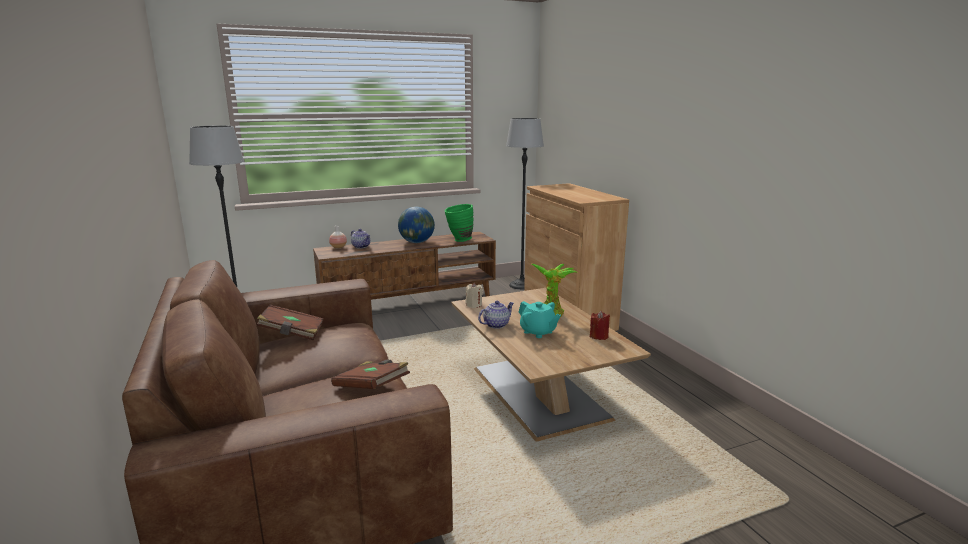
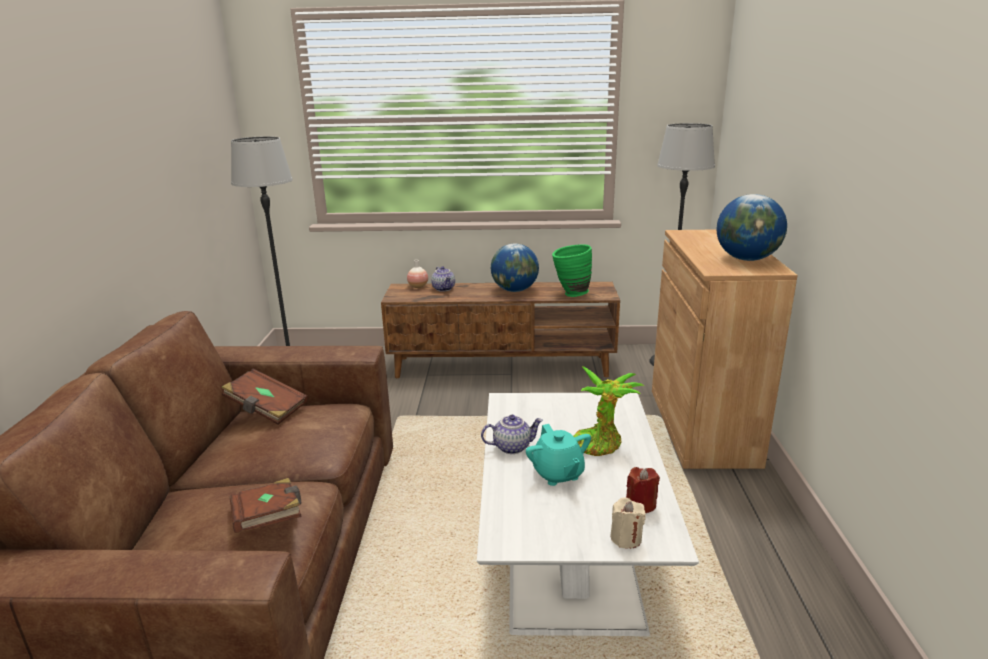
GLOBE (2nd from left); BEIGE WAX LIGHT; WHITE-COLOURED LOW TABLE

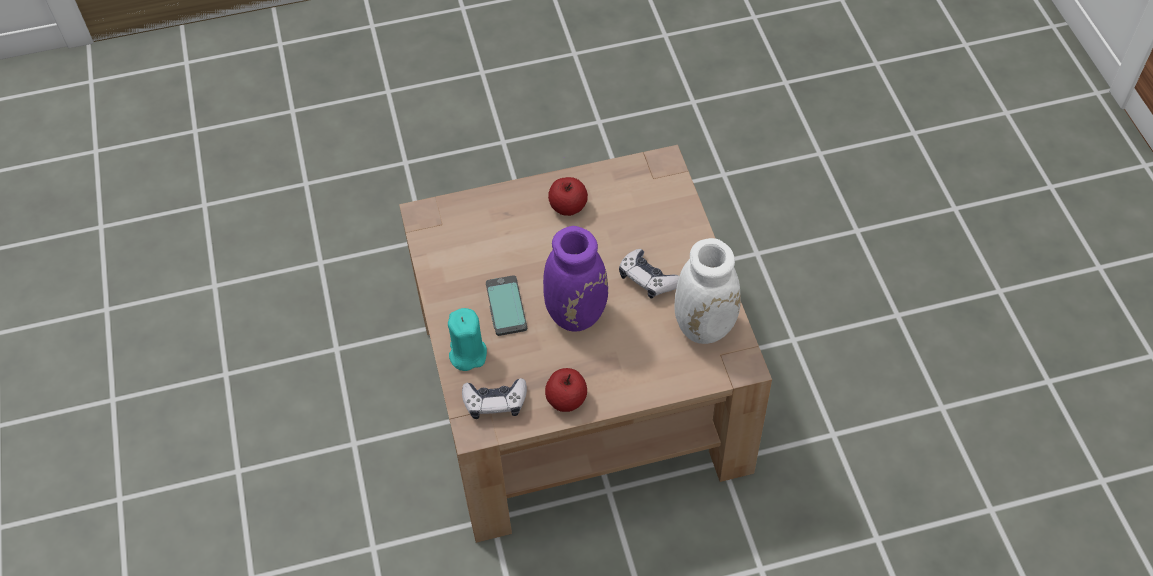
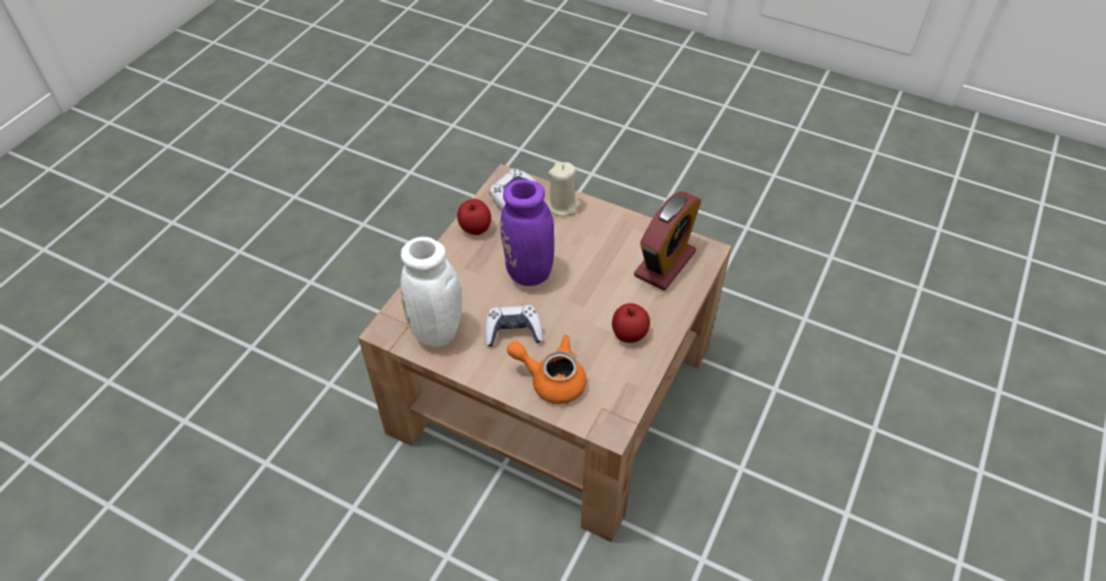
PHONE; ORANGE TEA POT; TABLE CLOCK; BEIGE WAX LIGHT

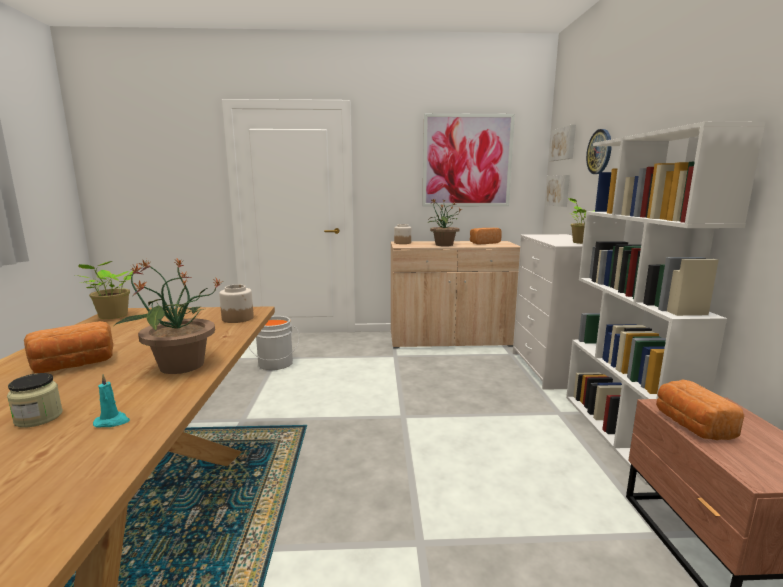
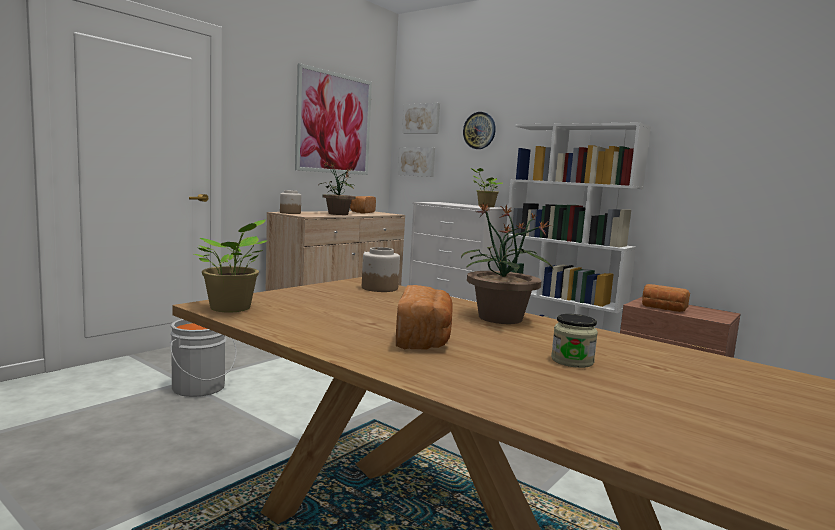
BLUE-GREEN WAX LIGHT

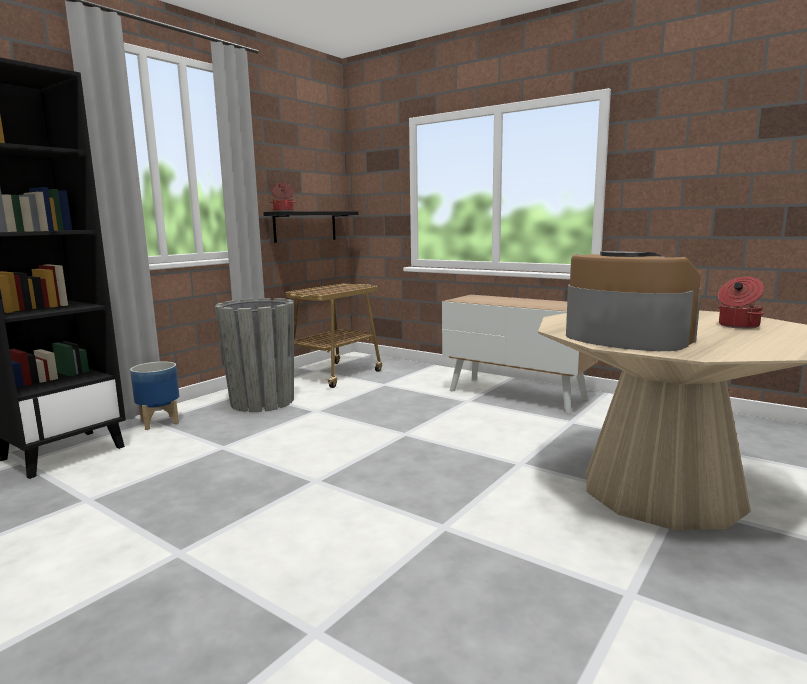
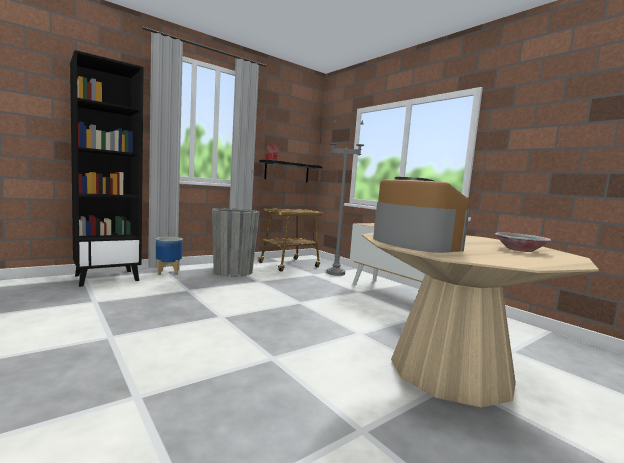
GRAY STANDING LAMP; SERVING BOWL

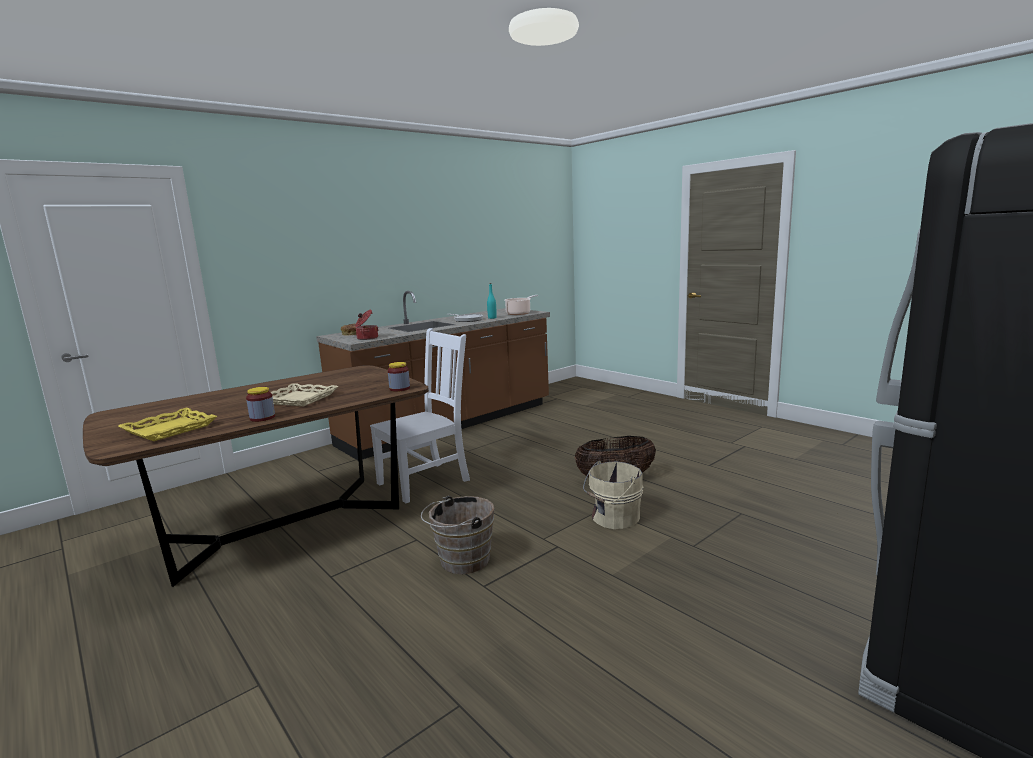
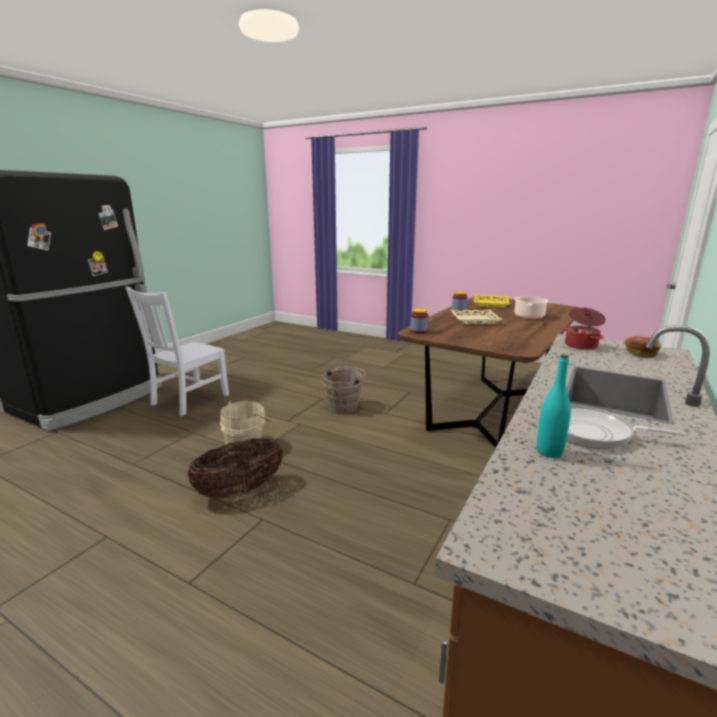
WHITE-COLOURED PLAIN CHAIR; COOKING POT (1st from left)

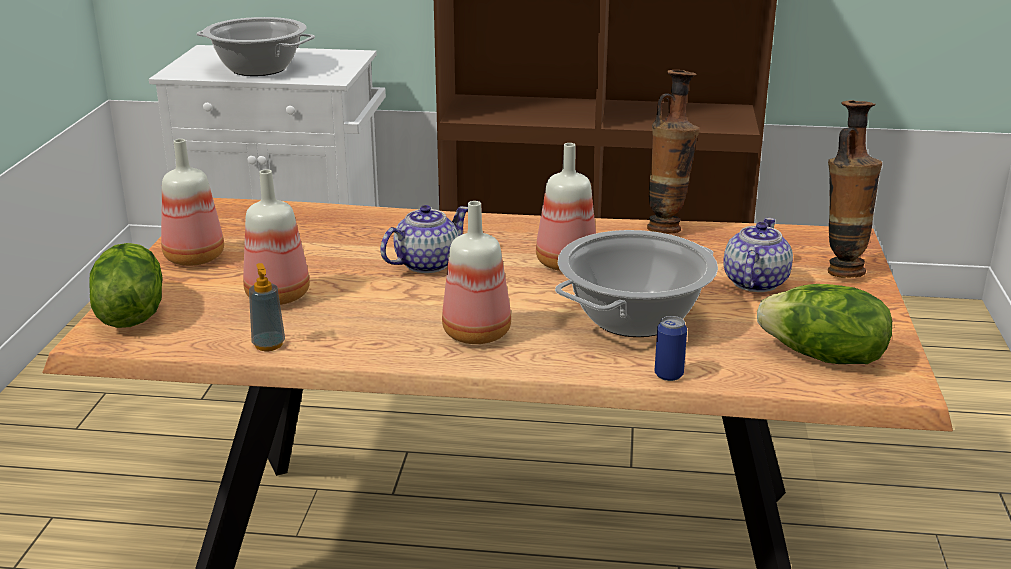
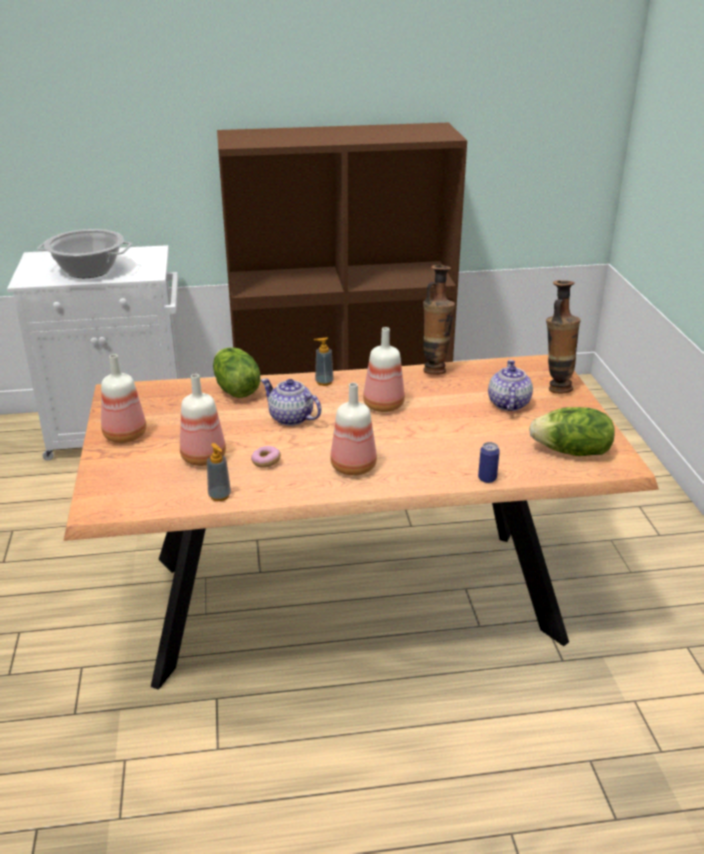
COOKING POT (2nd from left in the first image); DONUT; SOAP BOTTLE (2nd from left); HEAD OF LETTUCE (1st from left); TEA POT (1st from left)

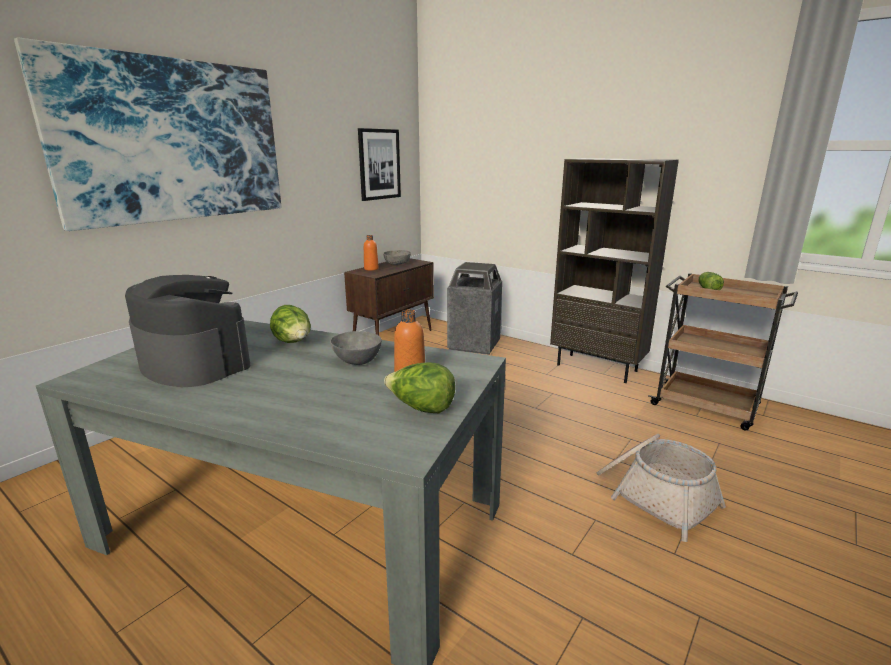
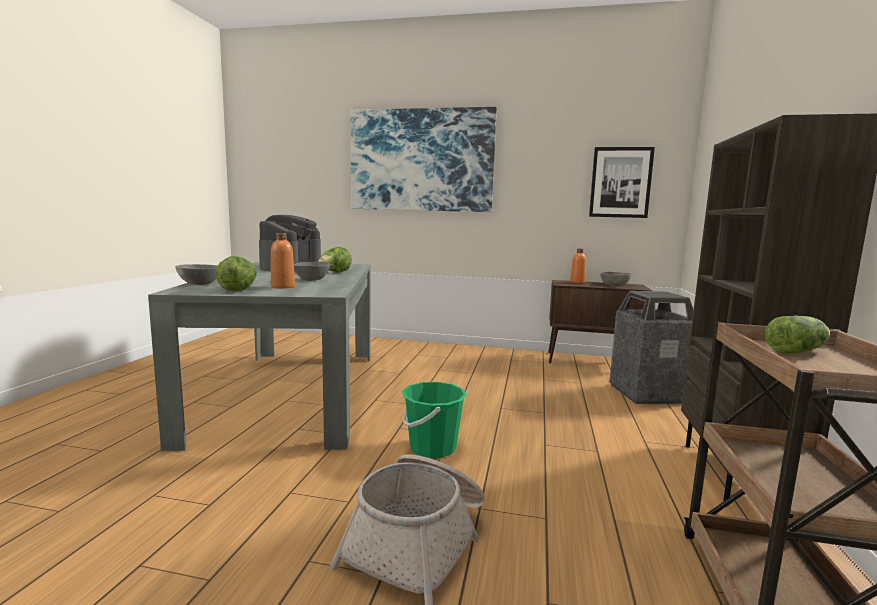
GRAY SERVING BOWL (1st from left); GREEN-COLOURED BUCKET

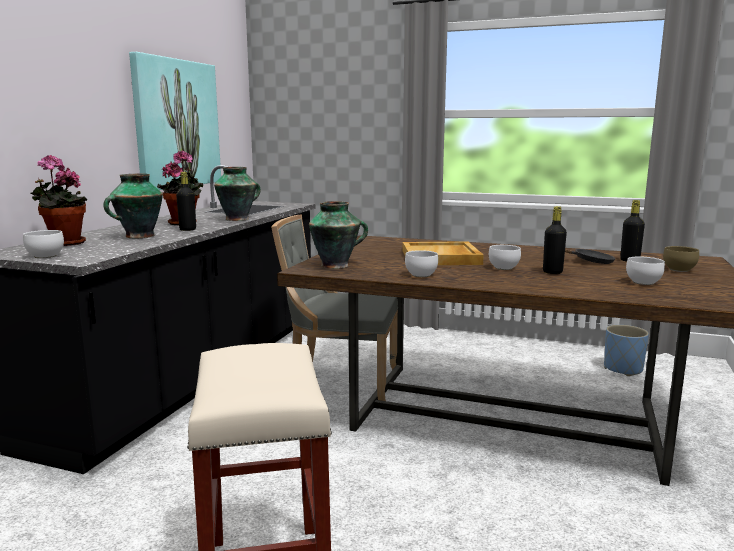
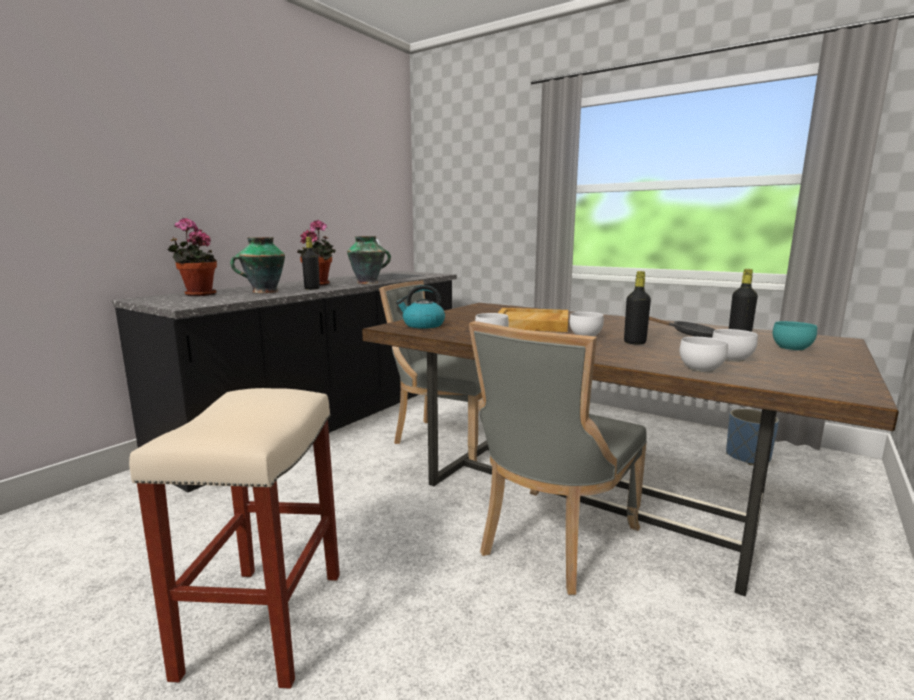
PICTURE; GRAY PLAIN CHAIR (2nd from left); WHITE-COLOURED SERVING BOWL (3rd from left); KETTLE; BLUE-GREEN SERVING BOWL

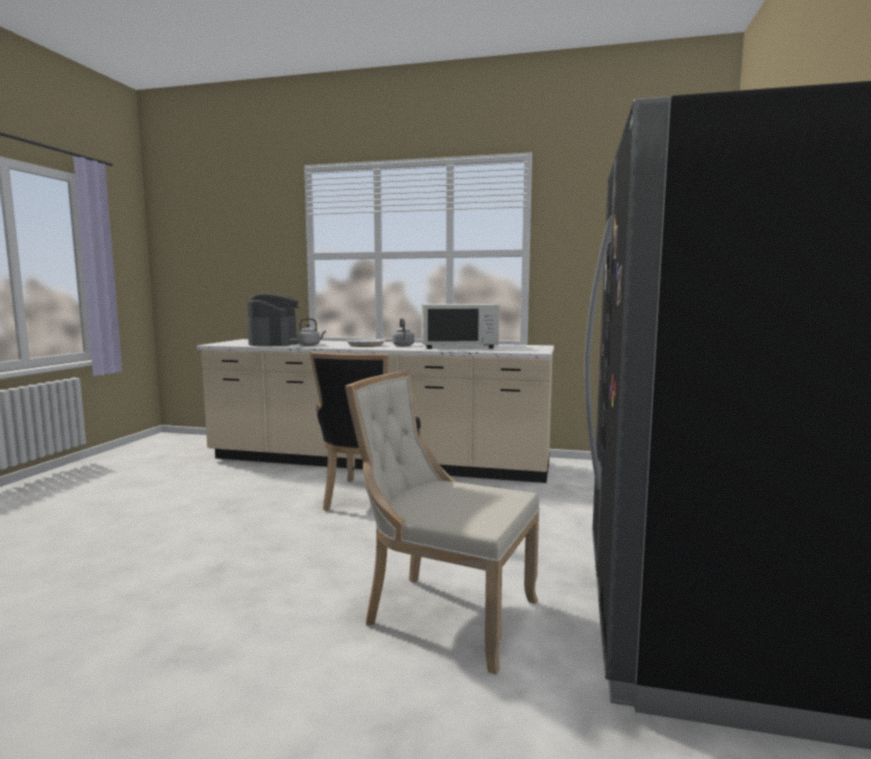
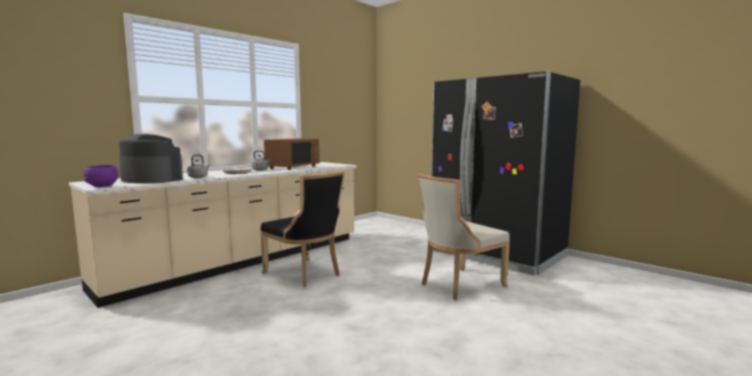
PURPLISH SERVING BOWL; BROWNISH MICROWAVE

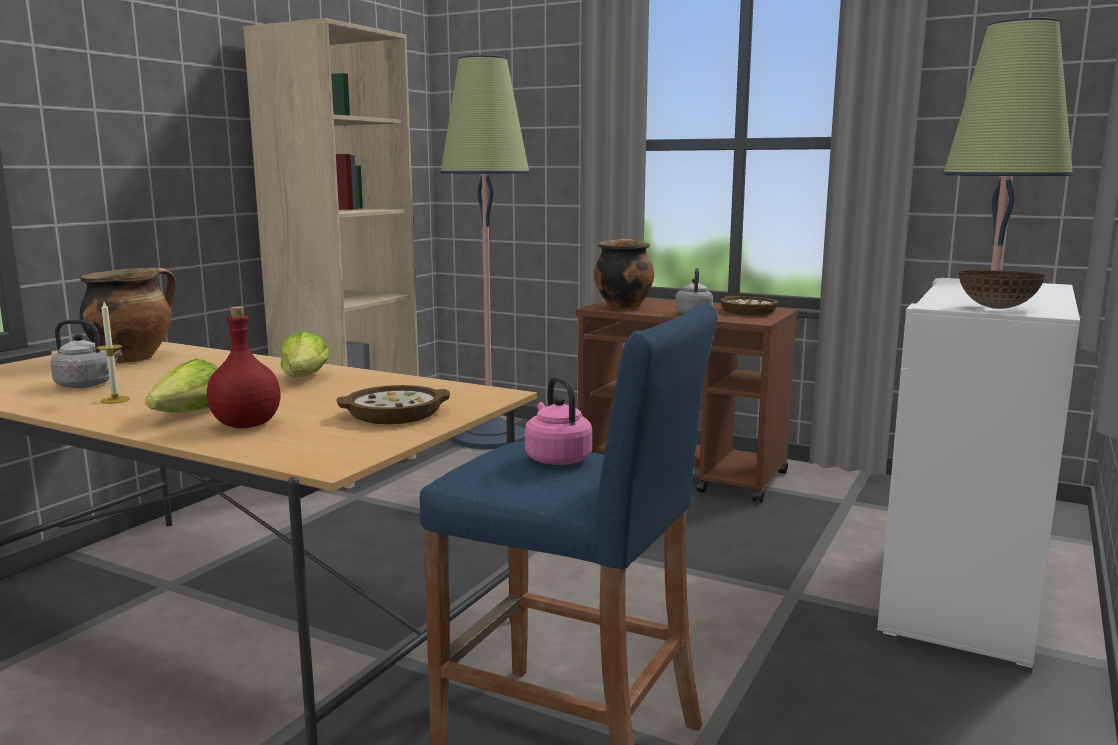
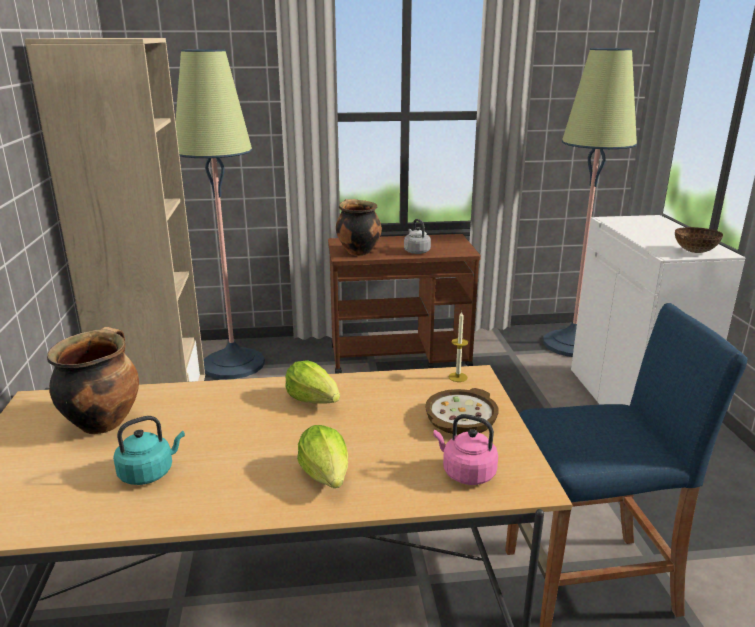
RED DRINK BOTTLE; SERVING BOWL (2nd from left in the first image); WAX LIGHT; PINKISH KETTLE; BLUE-GREEN KETTLE

